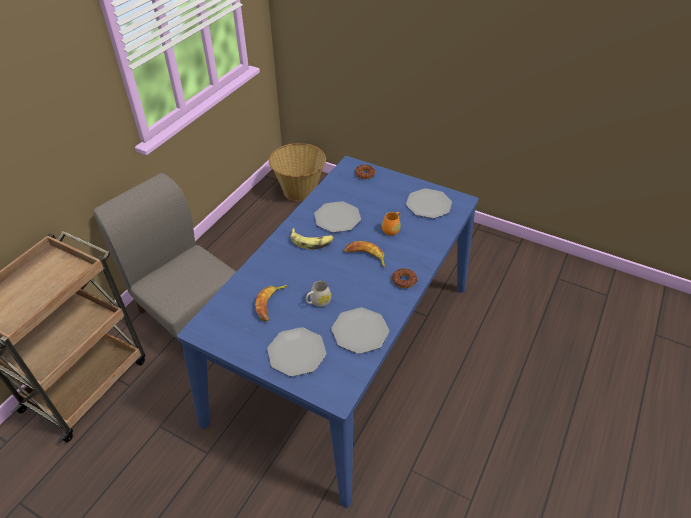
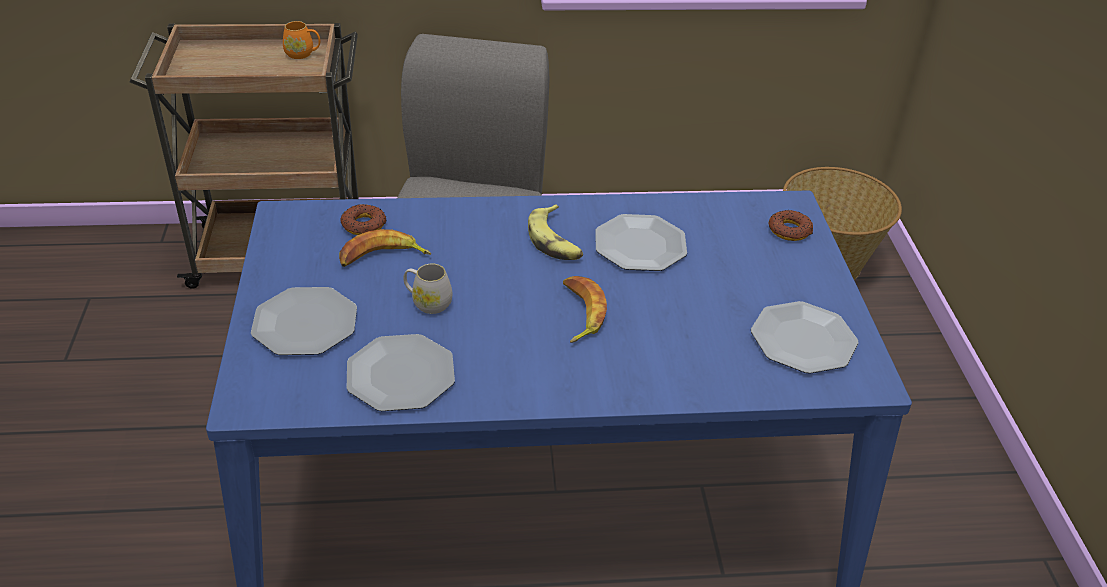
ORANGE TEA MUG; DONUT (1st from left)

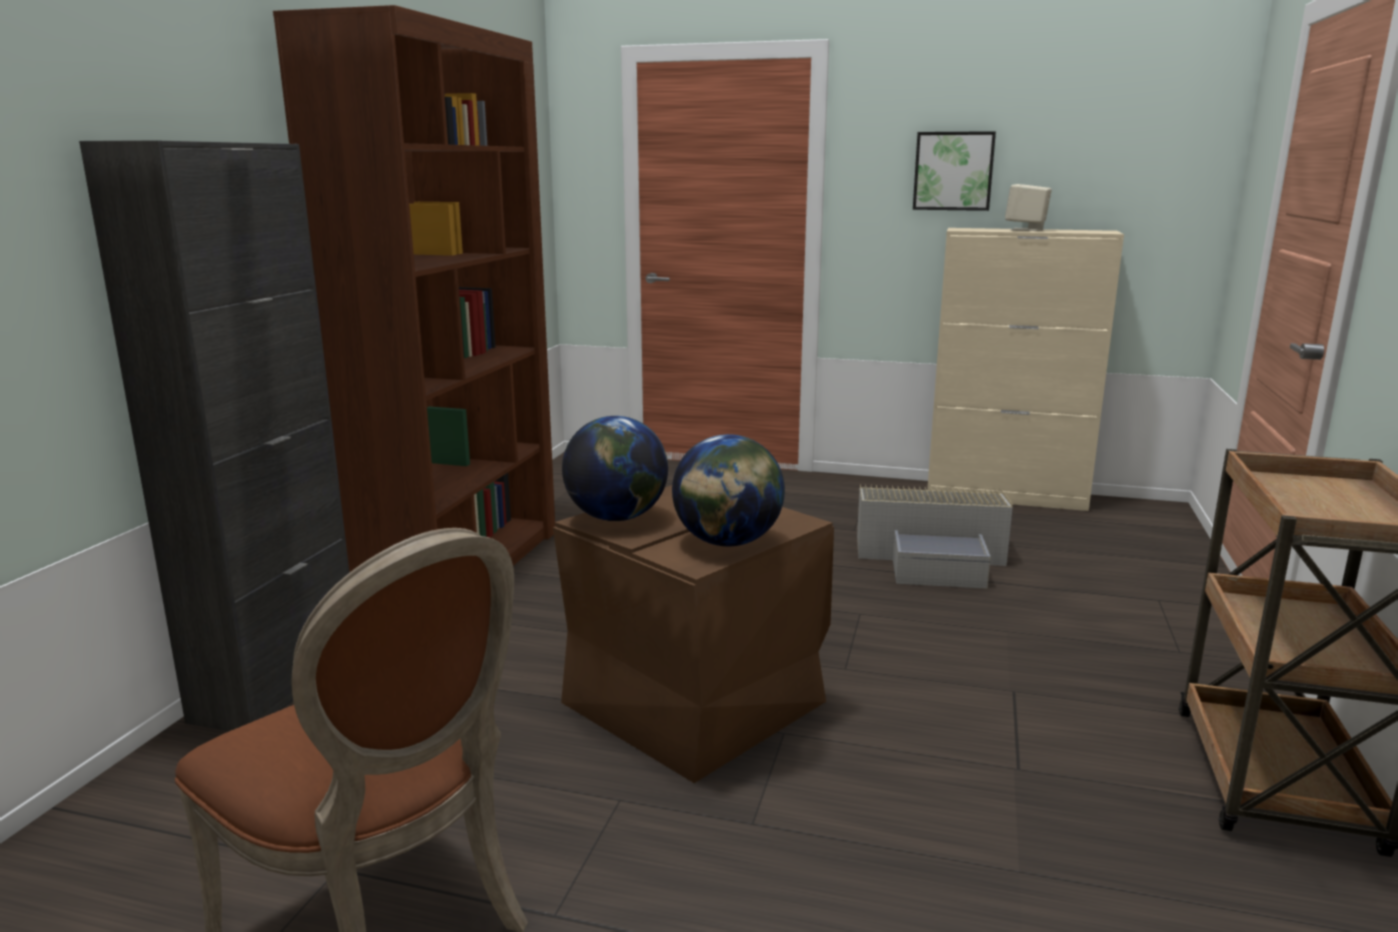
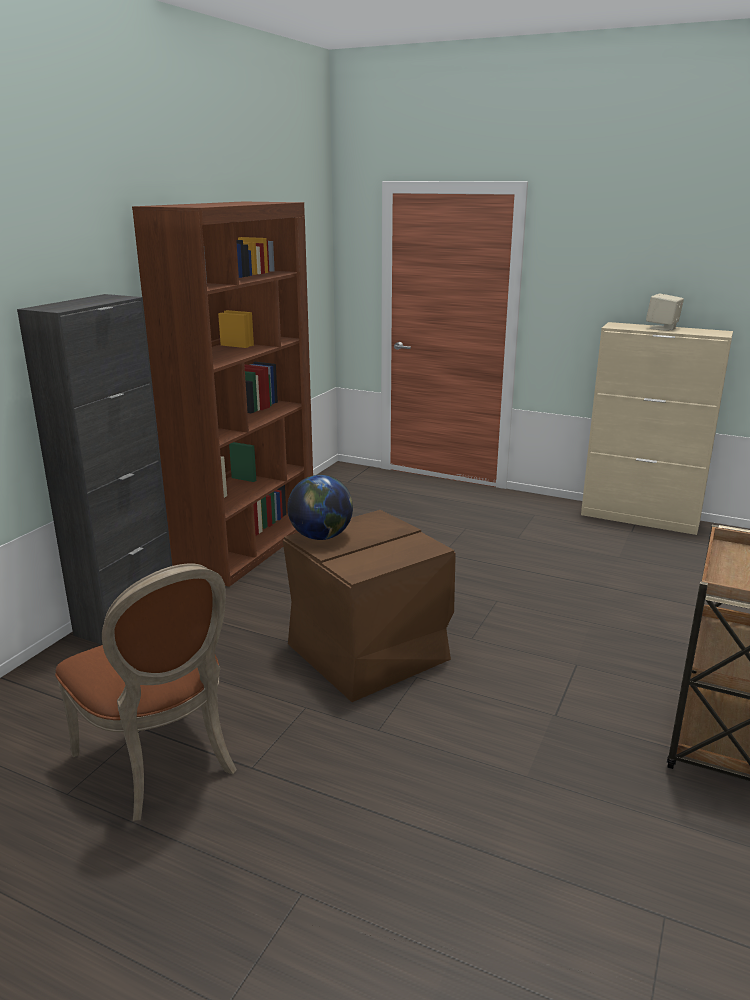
GLOBE (2nd from left in the first image); GRAY STORAGE BOX; PICTURE

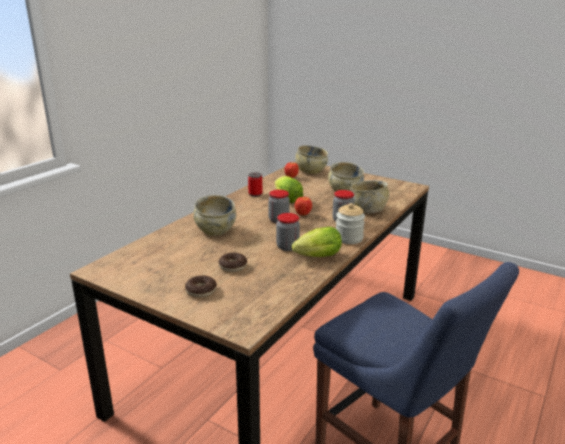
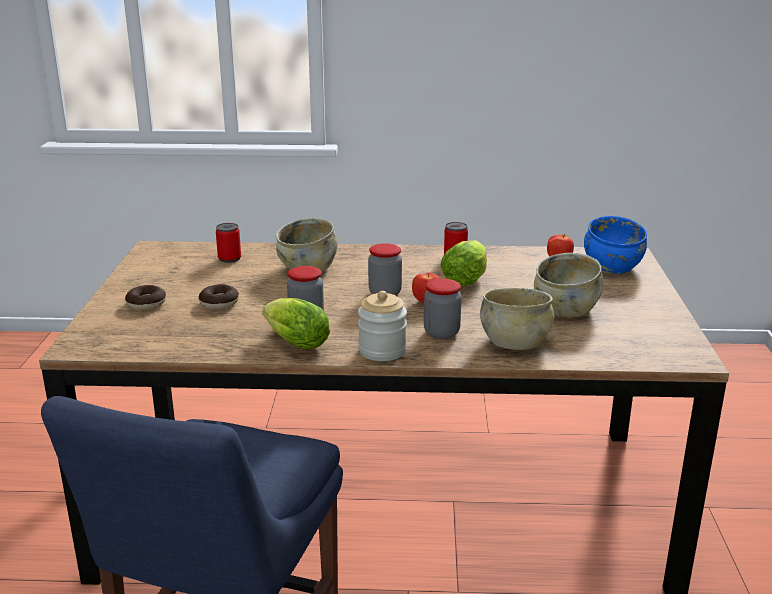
CAN (1st from left); BLUISH SERVING BOWL

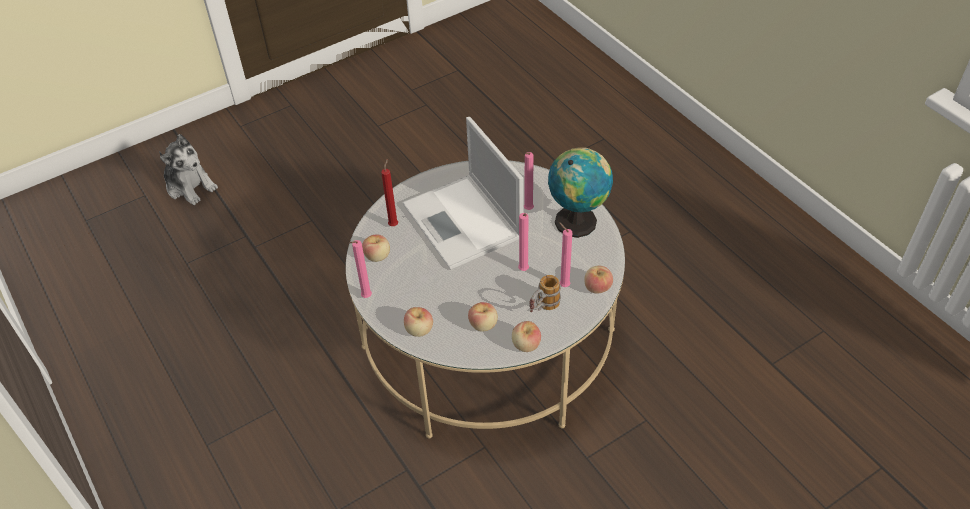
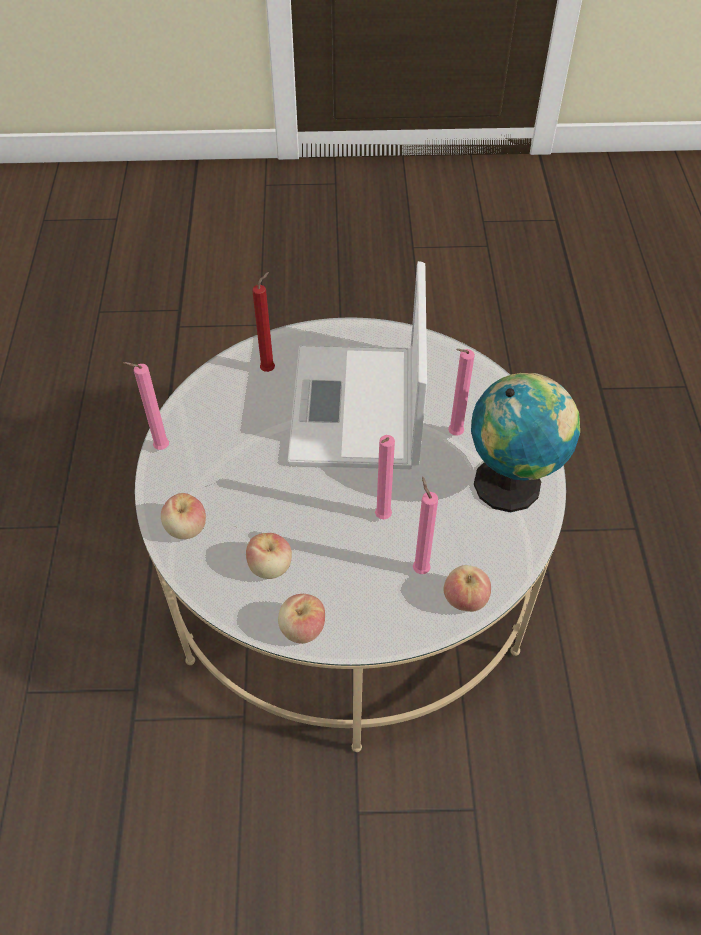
CUDDLY TOY; APPLE FRUIT (1st from left in the first image); TEA MUG

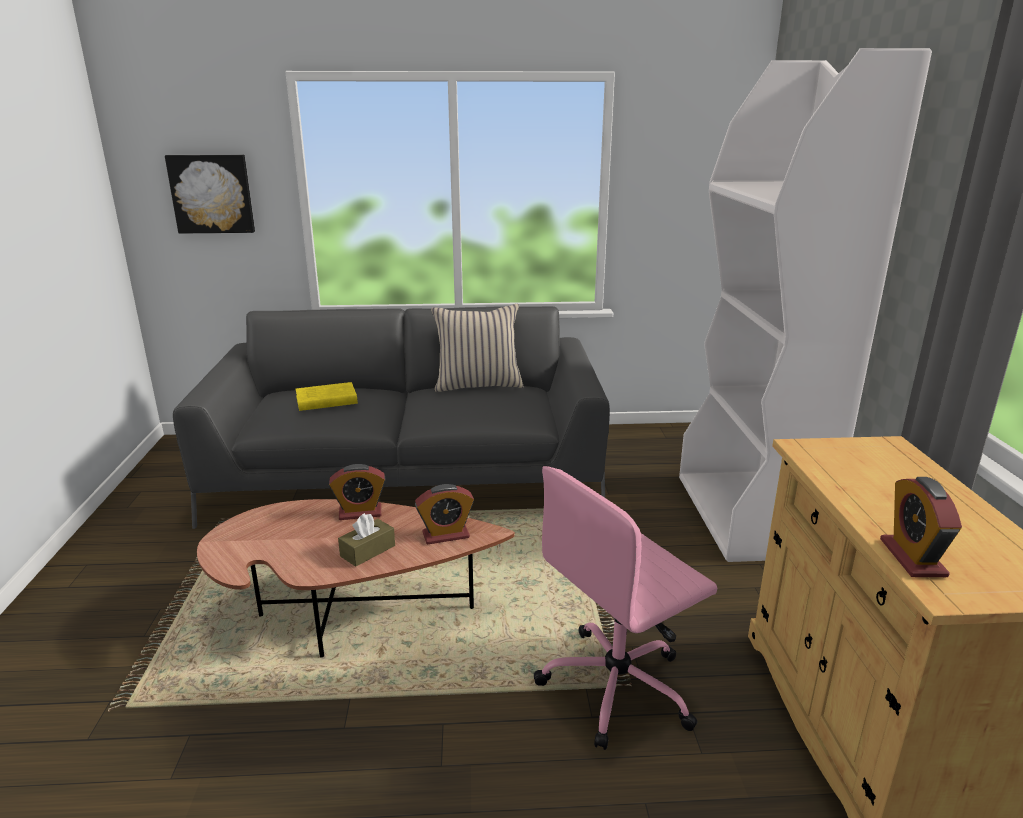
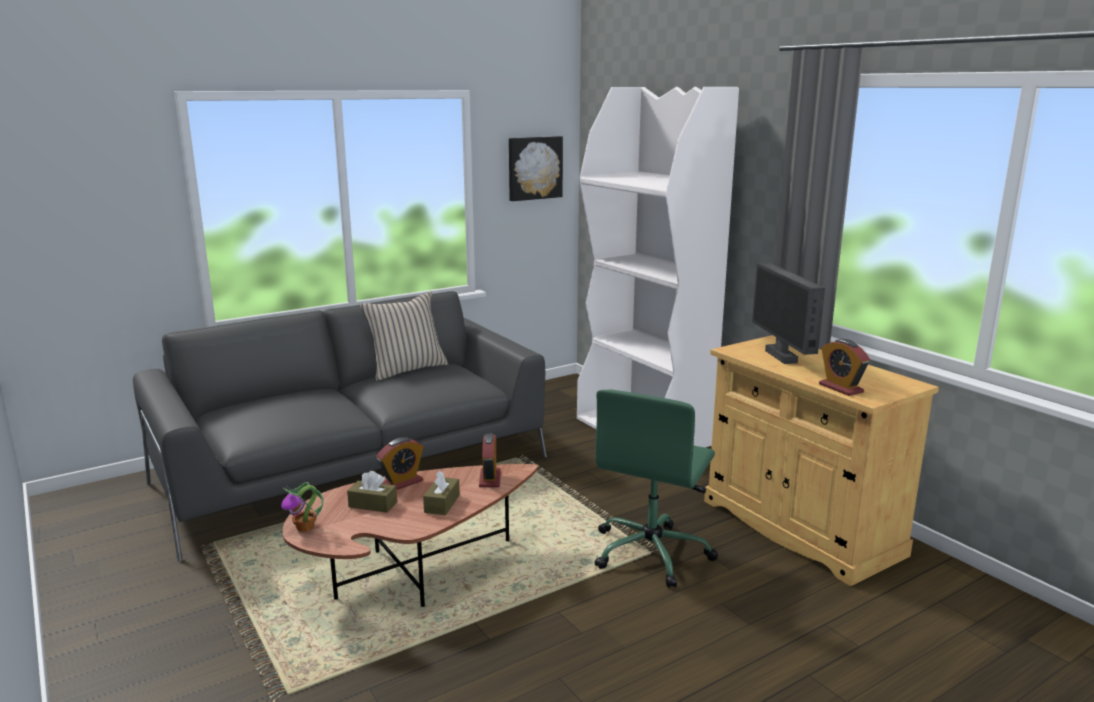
YELLOW BOUND BOOK; HOUSEPLANT; BROWNISH BOX OF TISSUES (1st from left); COMPUTER DISPLAY; PICTURE; GREEN-COLOURED OFFICE CHAIR; TABLE CLOCK (2nd from left)

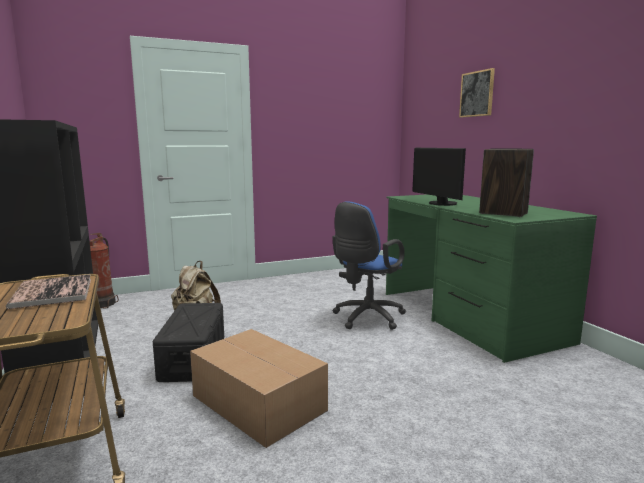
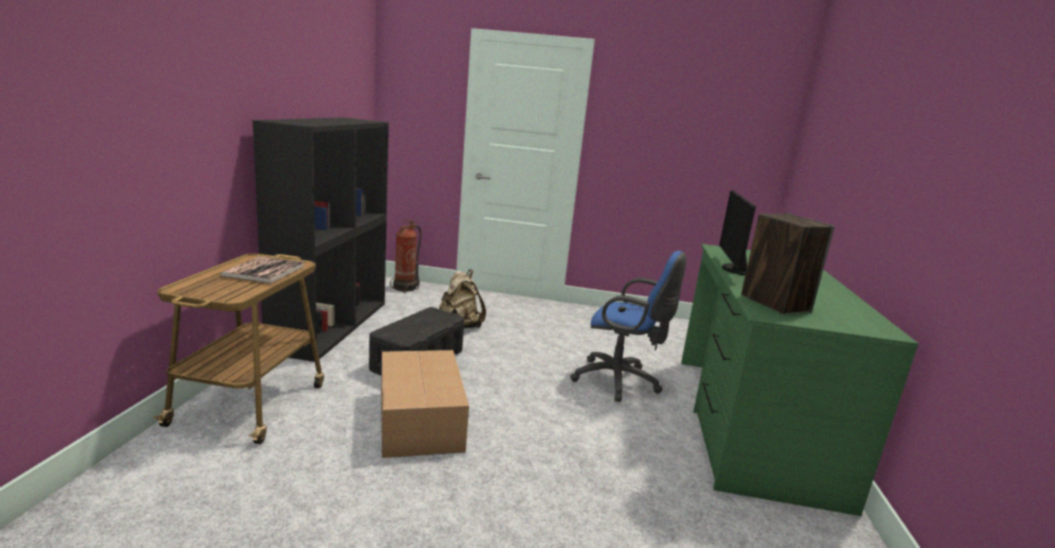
PICTURE; BLUISH OFFICE CHAIR

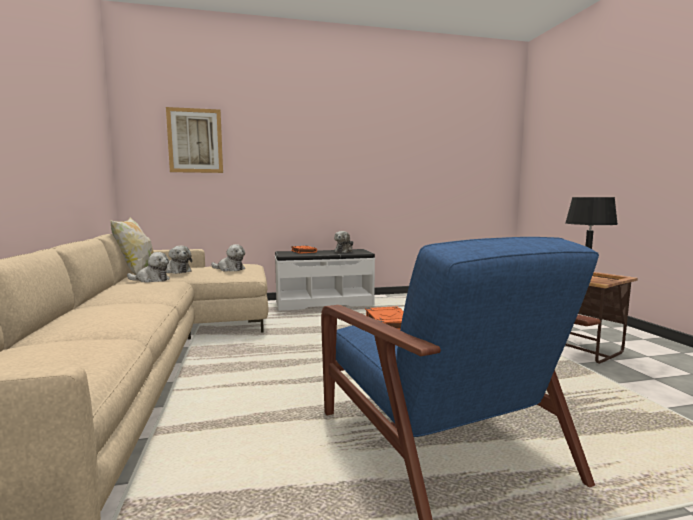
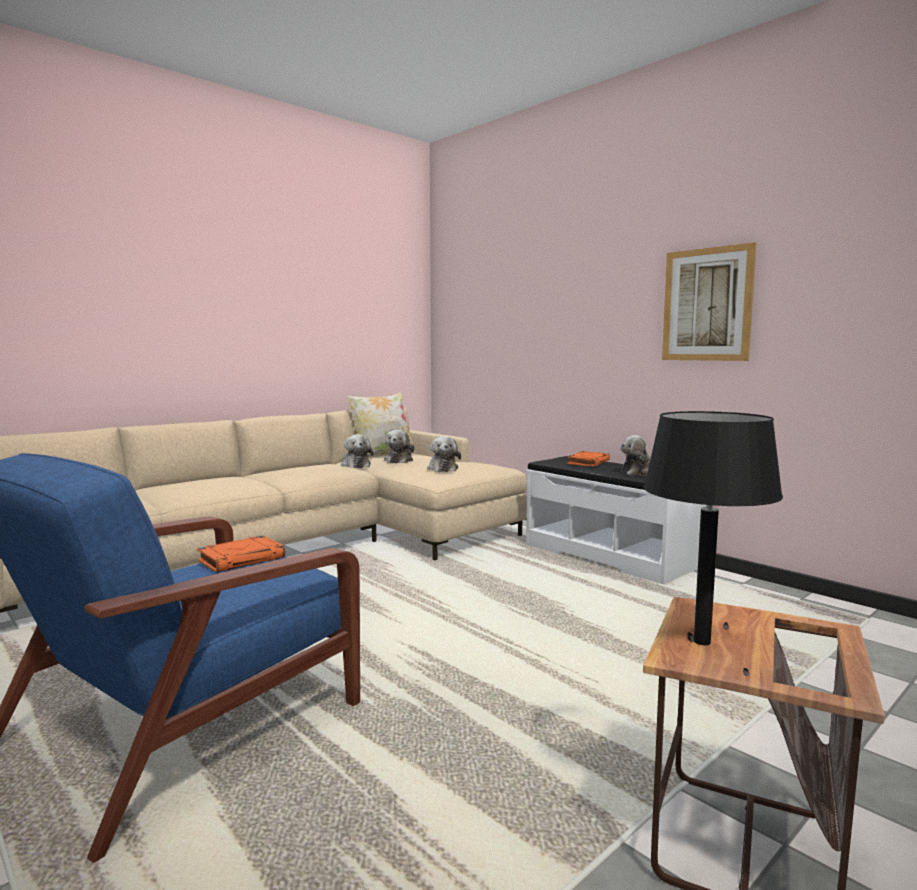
PICTURE

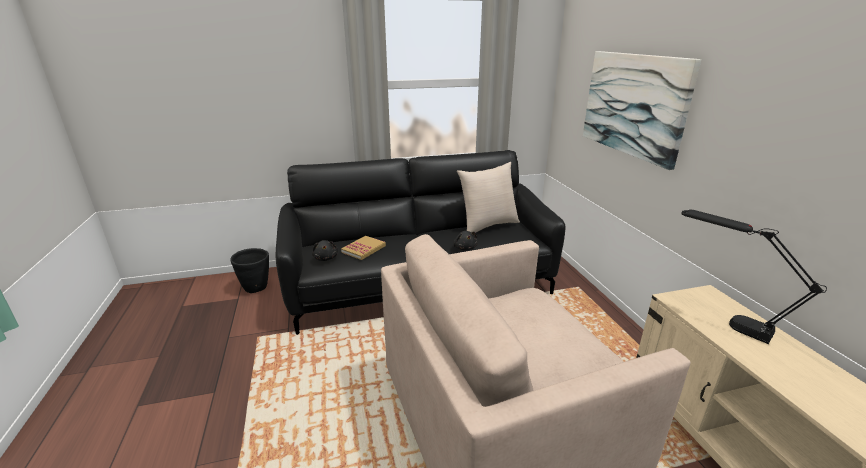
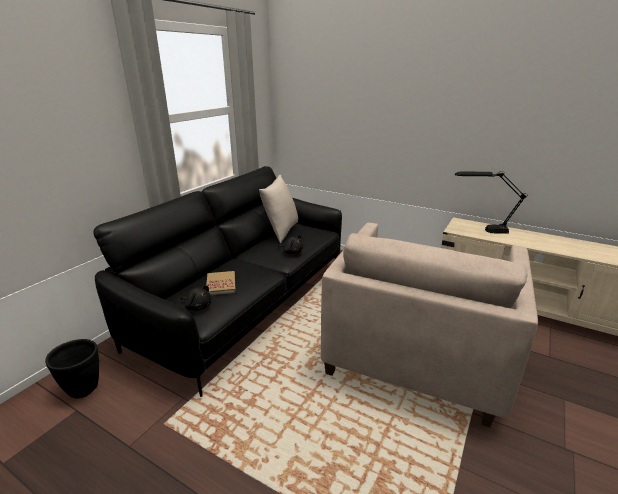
PICTURE

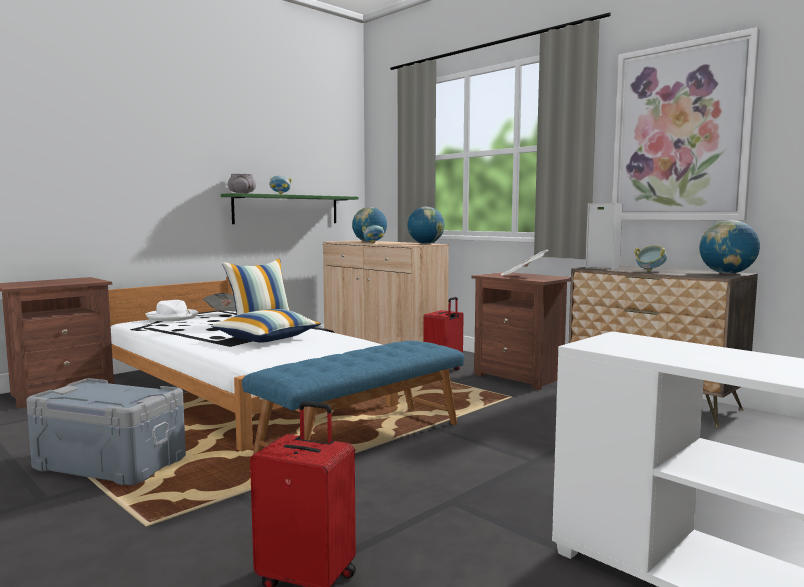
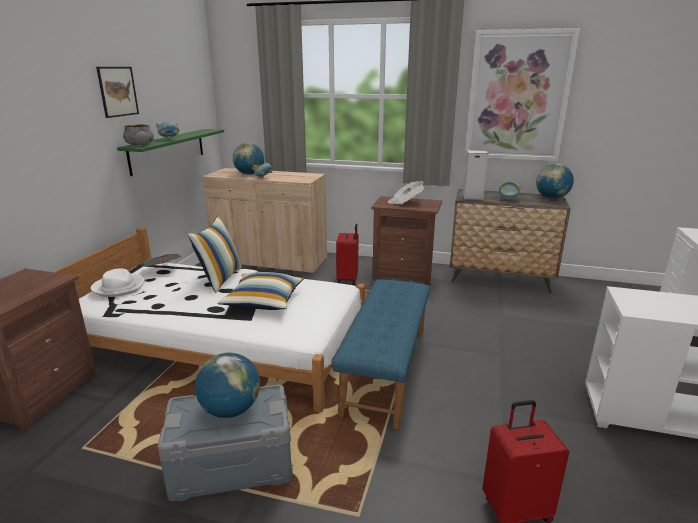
PICTURE (1st from left); GLOBE (1st from left)

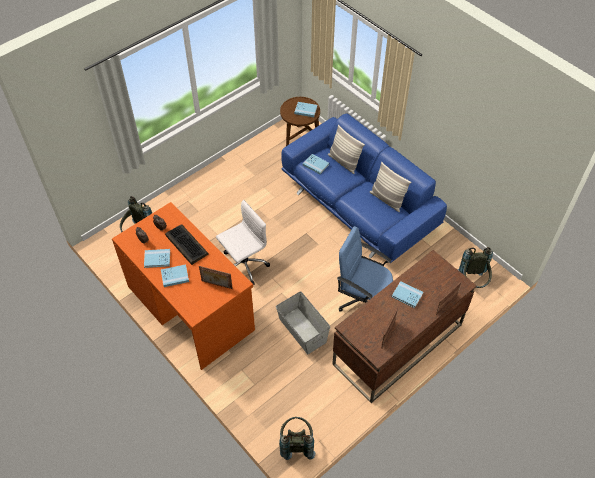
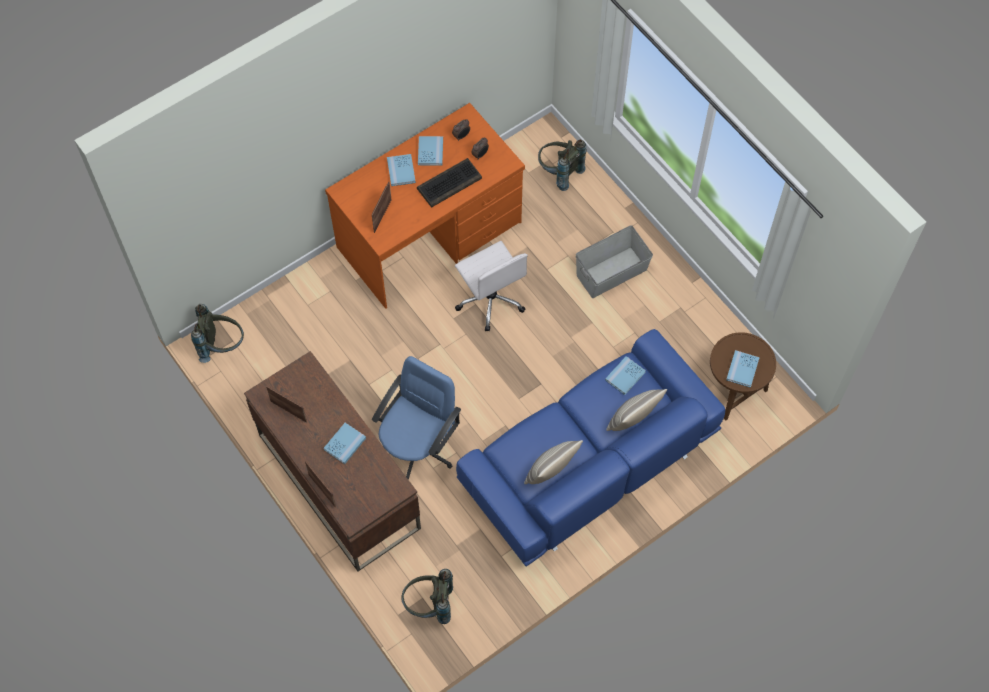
GRAY STORAGE BOX

